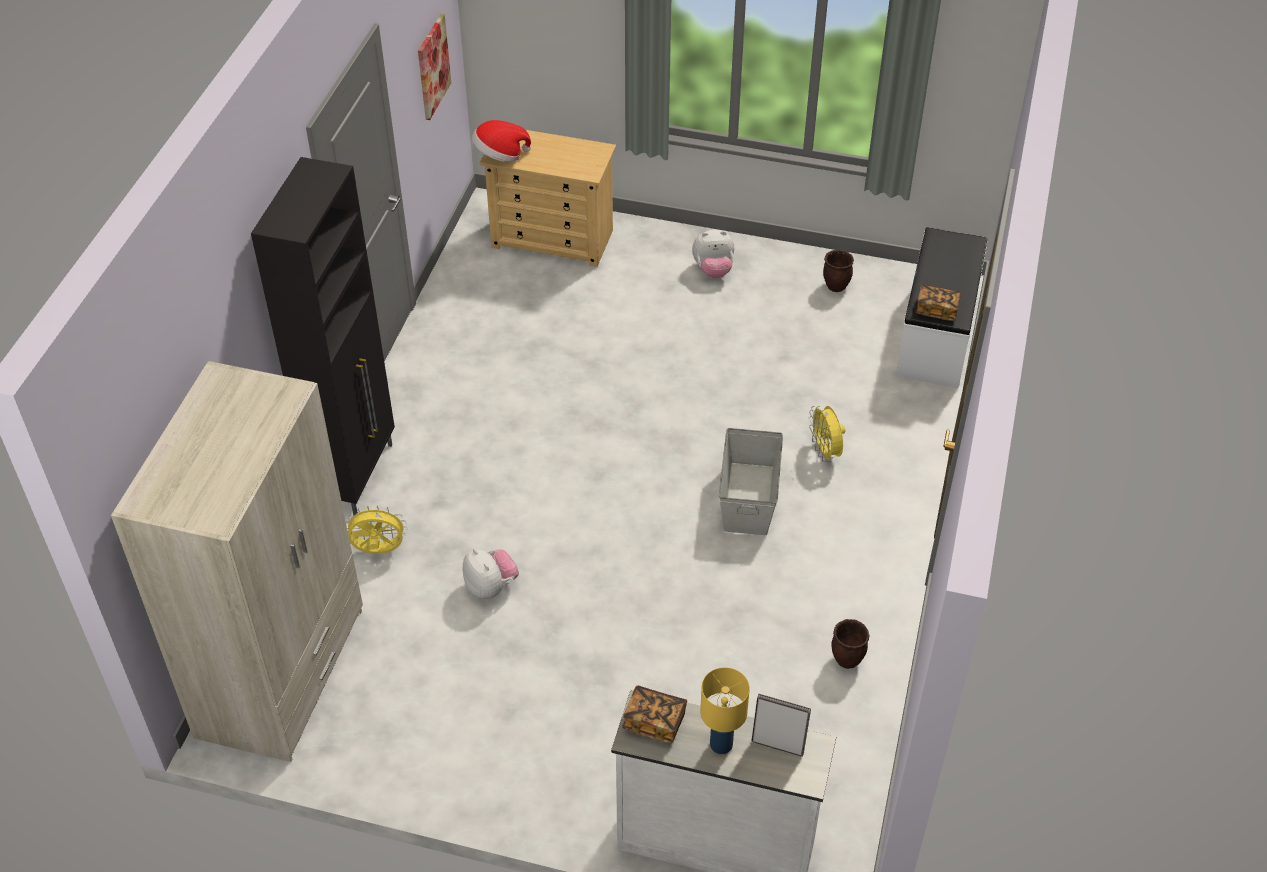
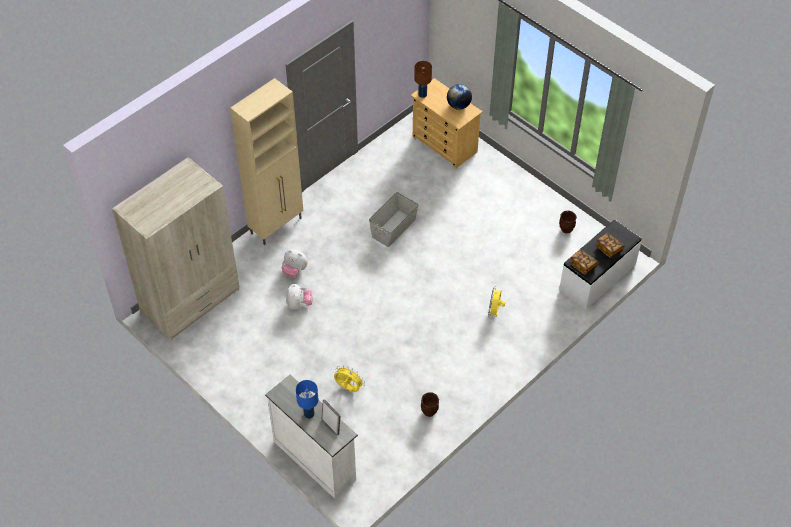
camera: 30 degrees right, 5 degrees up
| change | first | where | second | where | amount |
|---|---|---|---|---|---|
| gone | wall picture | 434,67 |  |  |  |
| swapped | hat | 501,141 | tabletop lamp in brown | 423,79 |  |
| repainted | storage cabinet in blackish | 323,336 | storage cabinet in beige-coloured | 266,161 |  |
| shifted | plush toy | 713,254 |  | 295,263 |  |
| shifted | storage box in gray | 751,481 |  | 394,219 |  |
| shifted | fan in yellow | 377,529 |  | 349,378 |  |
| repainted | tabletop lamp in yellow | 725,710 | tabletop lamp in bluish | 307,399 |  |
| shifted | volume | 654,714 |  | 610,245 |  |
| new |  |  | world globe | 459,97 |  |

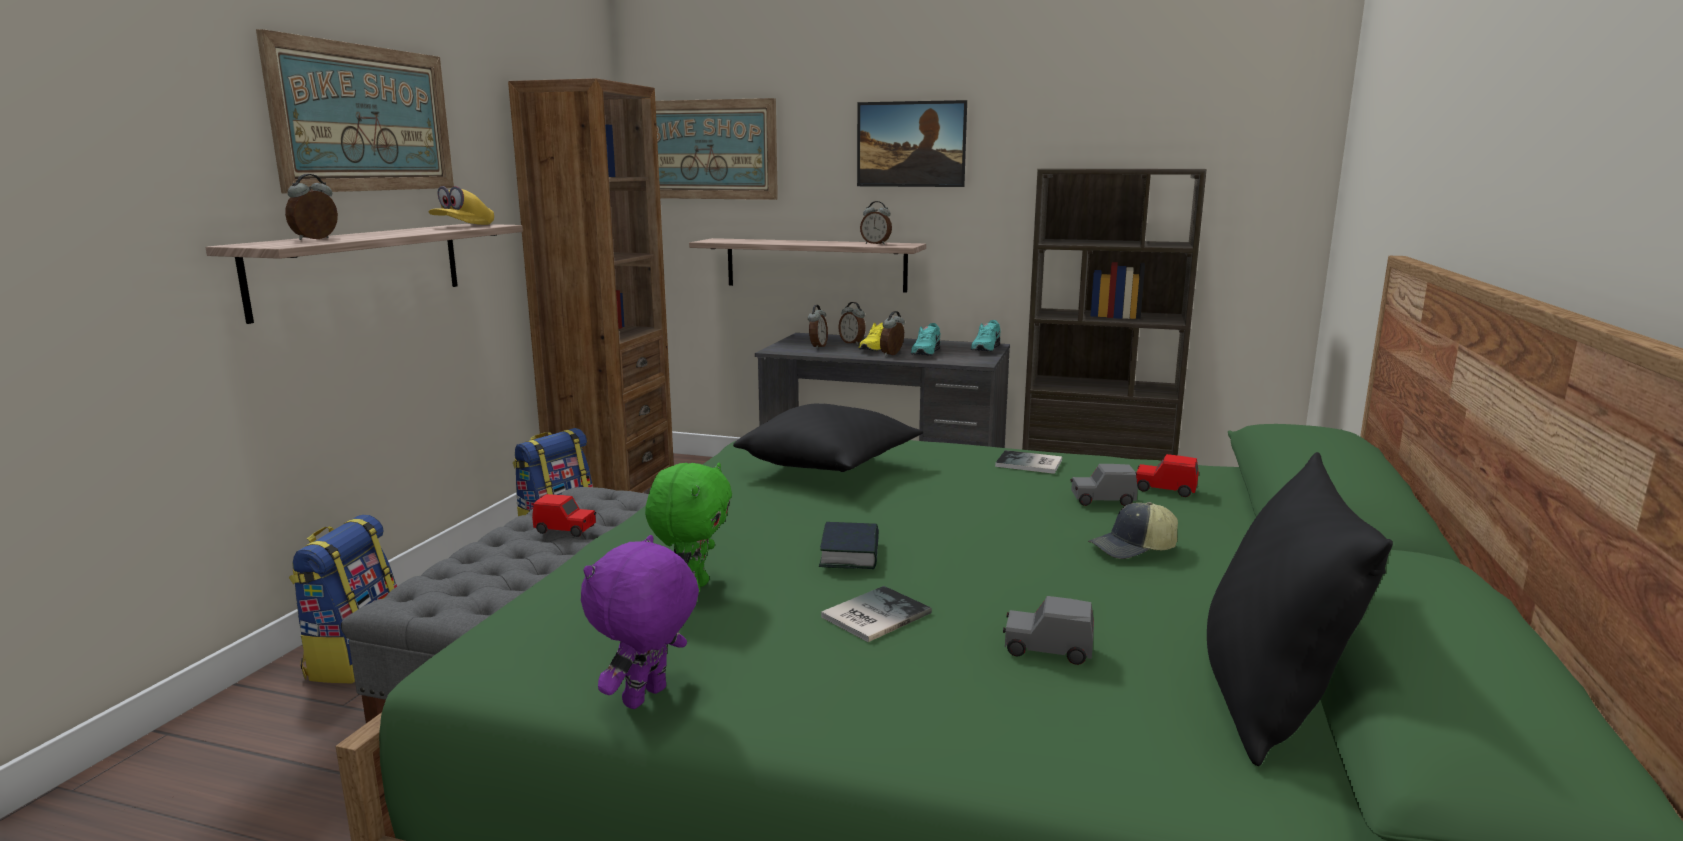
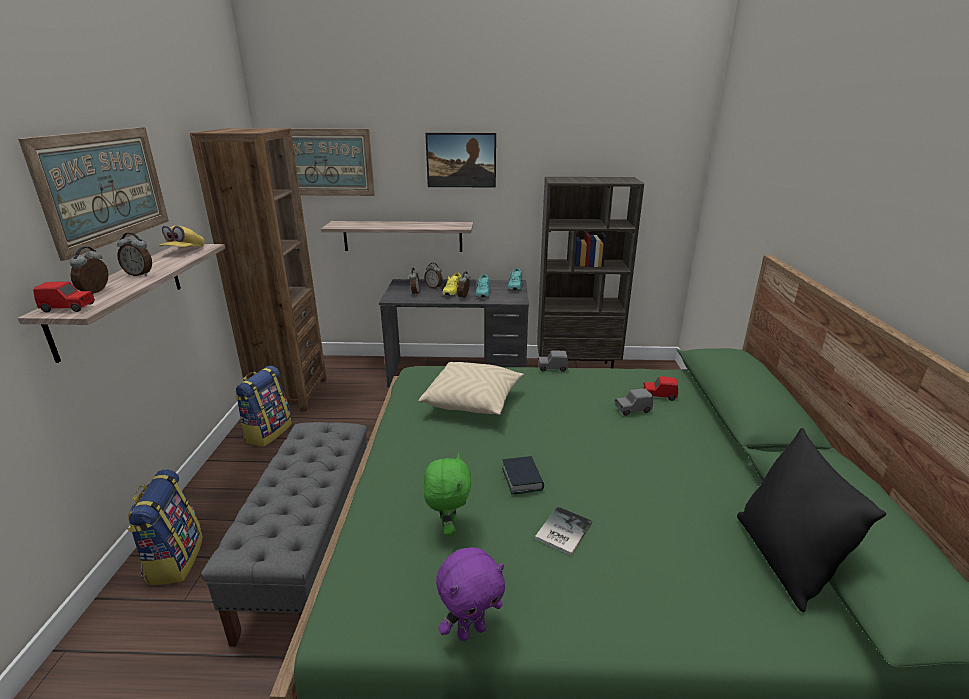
camera: 15 degrees left, 10 degrees up
| change | first | where | second | where | amount |
|---|---|---|---|---|---|
| shifted | table clock | 876,222 |  | 134,254 |  |
| repainted | pillow in blackish | 828,437 | pillow in beige-coloured | 471,388 |  |
| gone | volume | 1028,462 |  |  |  |
| shifted | model car in reddish | 564,515 |  | 64,296 |  |
| gone | peaked cap | 1133,530 |  |  |  |
| rotated | plush toy in purple-coloured | 640,622 |  | 470,594 | 135 degrees counterclockwise |
| shifted | model car in gray | 1048,630 |  | 553,361 |  |

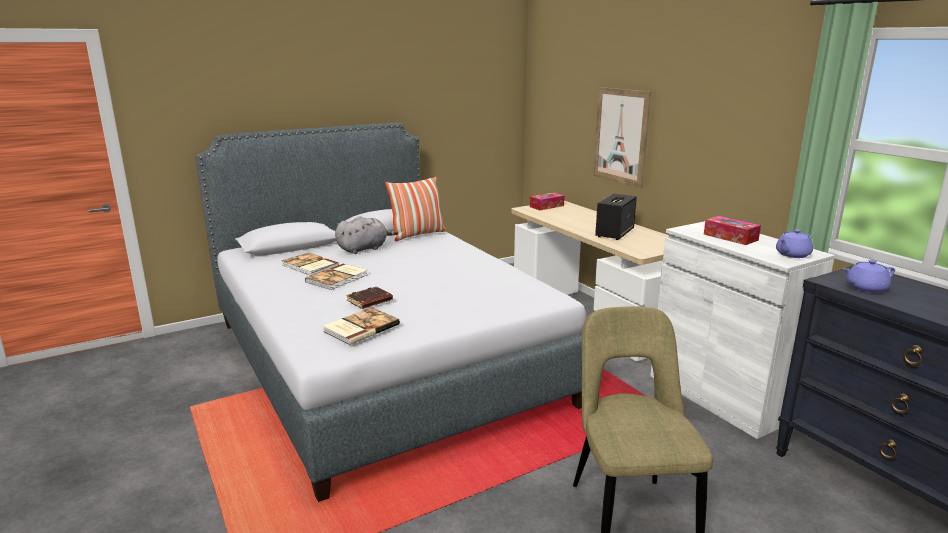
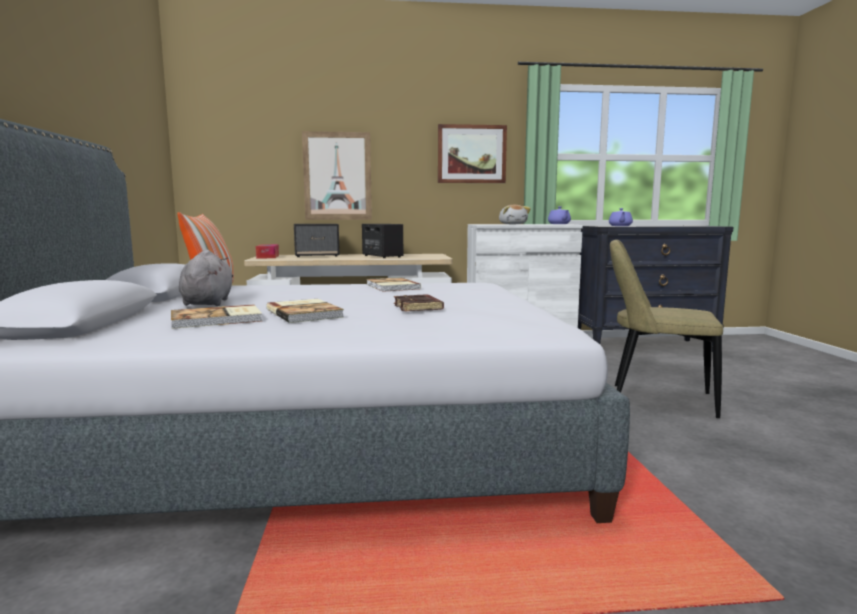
camera: 65 degrees left, 10 degrees down
| change | first | where | second | where | amount |
|---|---|---|---|---|---|
| swapped | tissue holder | 732,230 | plush toy | 515,214 |  |
| shifted | volume | 361,326 |  | 393,284 |  |
| new |  |  | wall picture | 472,153 |  |
| new |  |  | loudspeaker | 317,240 |  |

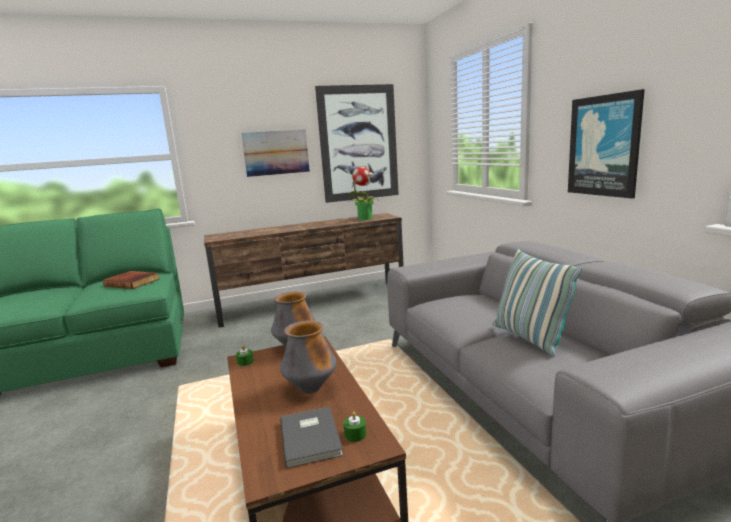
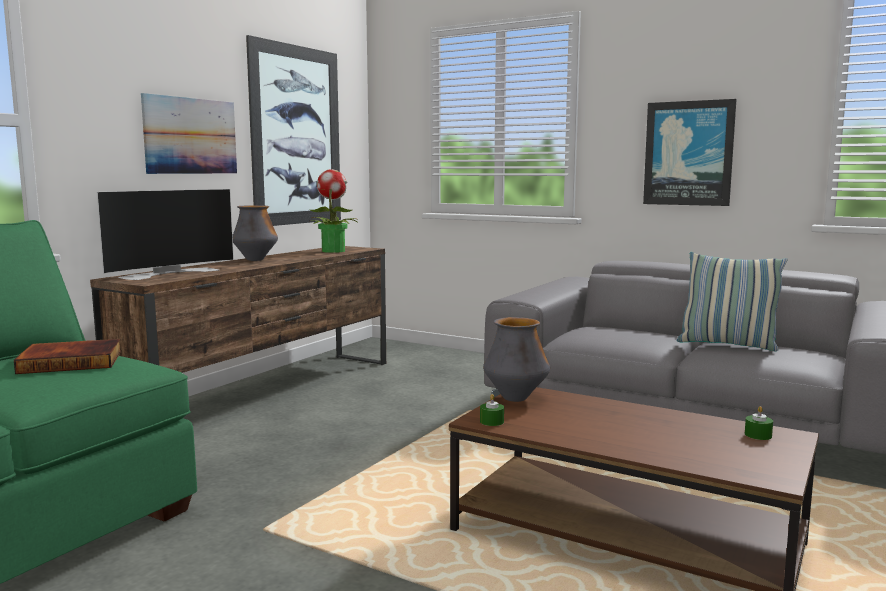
camera: 40 degrees left, 5 degrees down
| change | first | where | second | where | amount |
|---|---|---|---|---|---|
| shifted | decorative vase | 308,357 |  | 255,233 |  |
| gone | volume in gray | 311,437 |  |  |  |
| new |  |  | TV set | 165,234 |  |

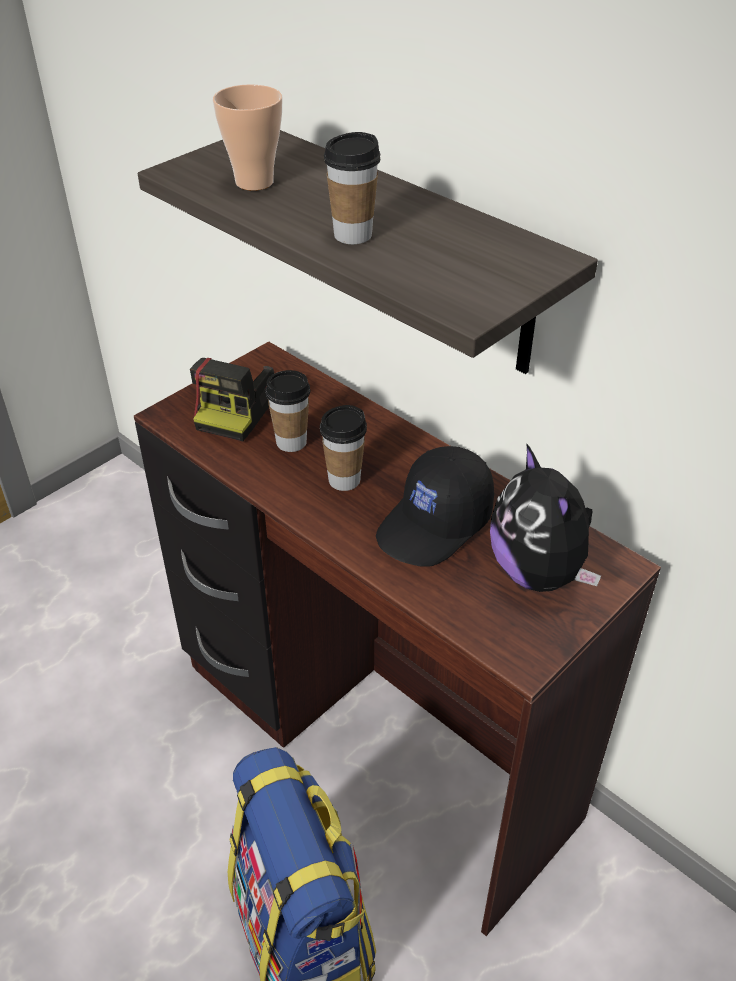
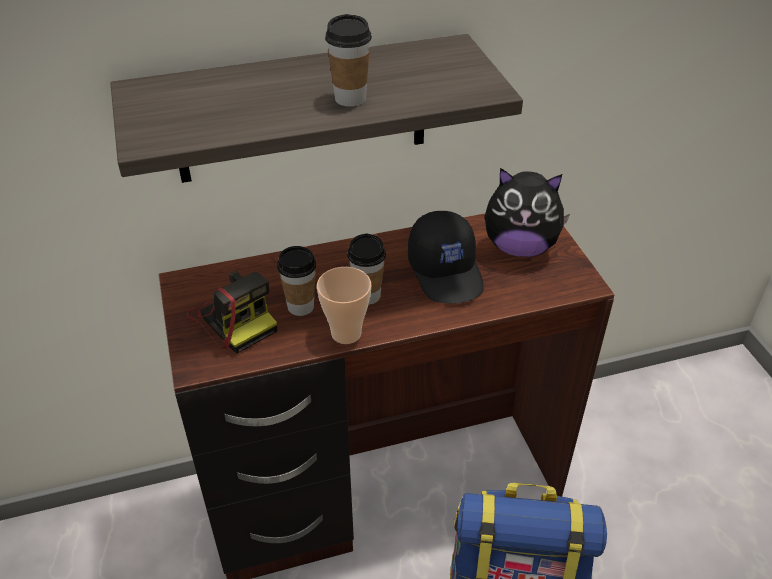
camera: 60 degrees left, 0 degrees up
| change | first | where | second | where | amount |
|---|---|---|---|---|---|
| shifted | small cup | 247,137 |  | 344,305 |  |

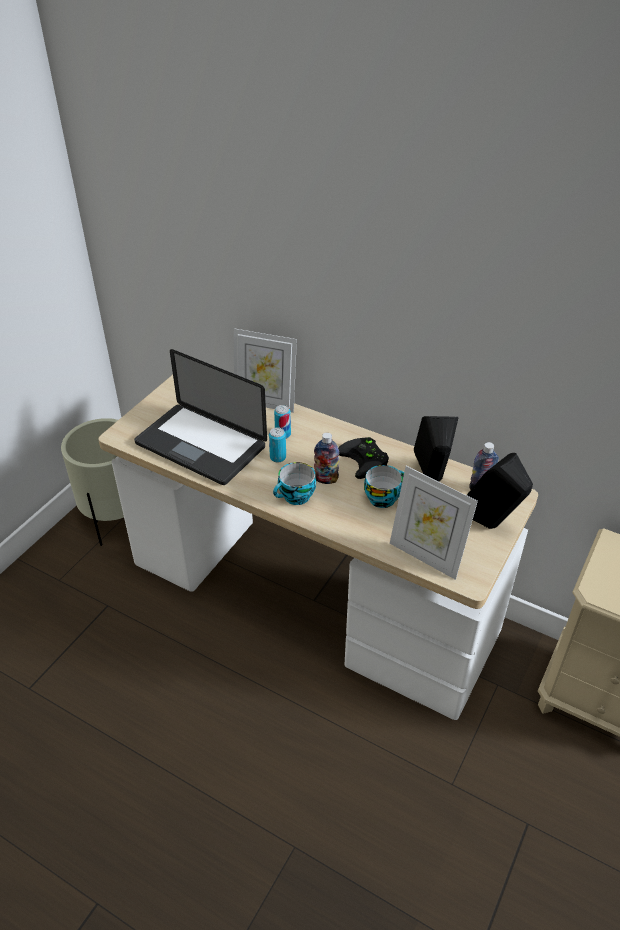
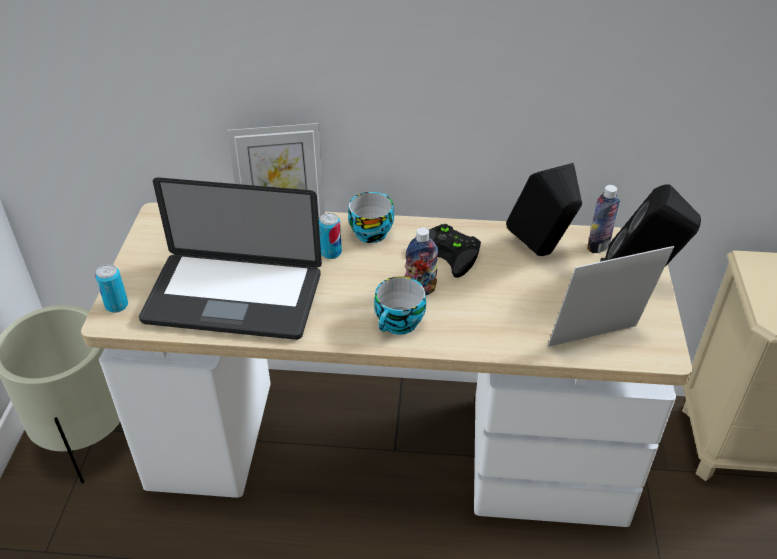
camera: 25 degrees left, 0 degrees up
| change | first | where | second | where | amount |
|---|---|---|---|---|---|
| shifted | can | 277,445 |  | 111,288 |  |
| shifted | small cup | 384,486 |  | 371,217 |  |
| rotated | standing frame | 434,523 |  | 611,296 | 150 degrees clockwise |

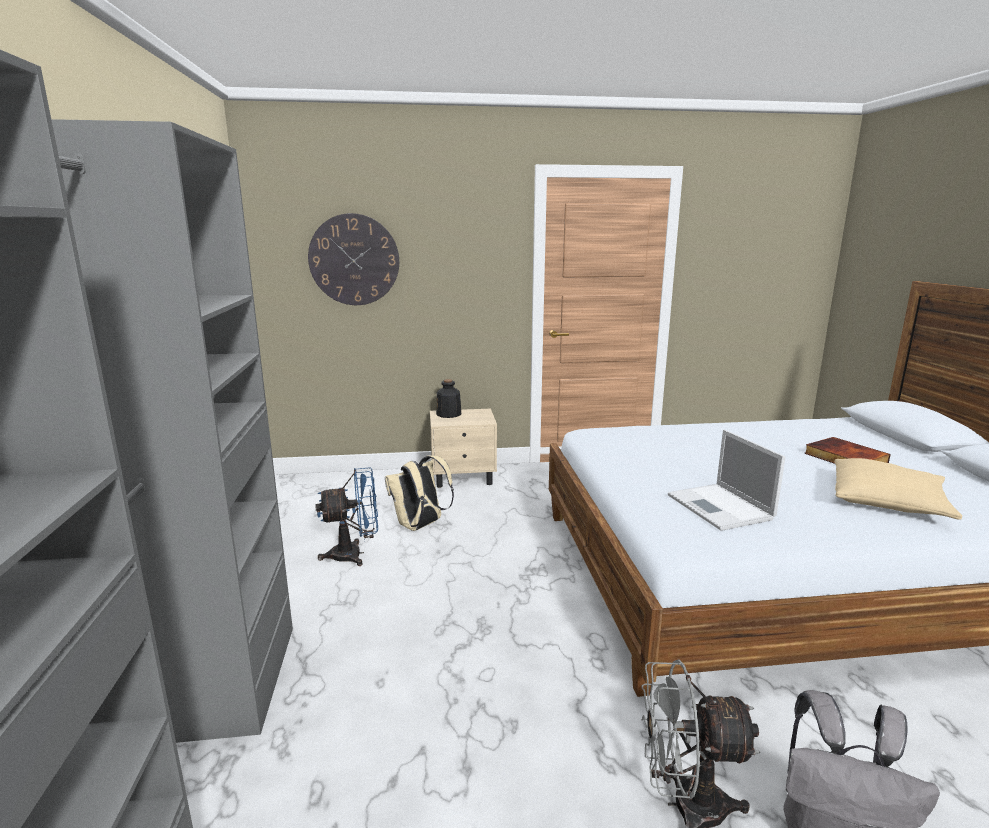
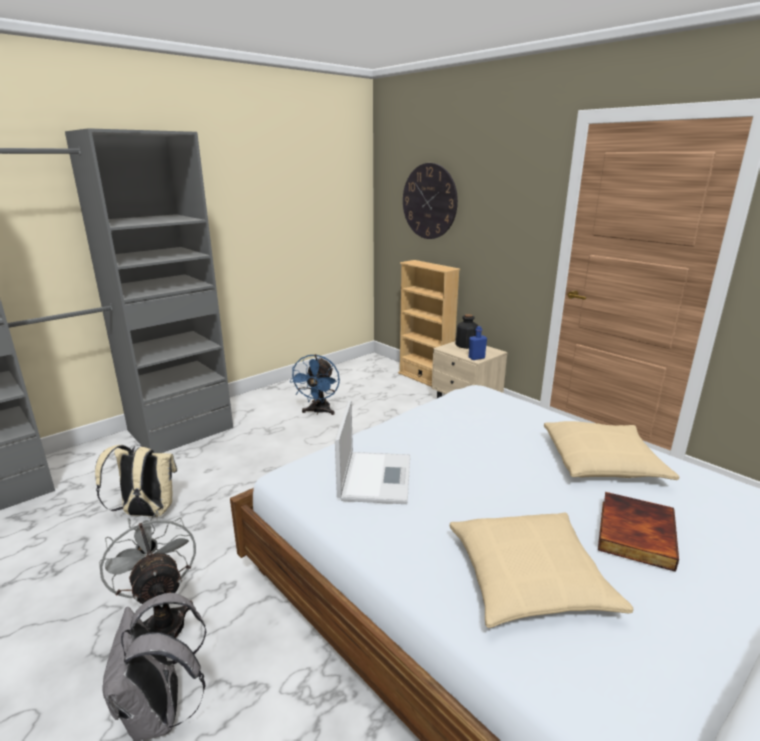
camera: 55 degrees right, 5 degrees up
| change | first | where | second | where | amount |
|---|---|---|---|---|---|
| rotated | laptop | 727,480 |  | 372,452 | 150 degrees clockwise |
| shifted | backpack in beige-coloured | 419,493 |  | 136,481 |  |
| rotated | fan in bluish | 346,516 |  | 314,384 | 60 degrees clockwise |
| new |  |  | bookcase in beige-coloured | 429,323 |  |
| new |  |  | bottle in bluish | 478,343 |  |
| new |  |  | pillow in beige-coloured | 612,450 |  |

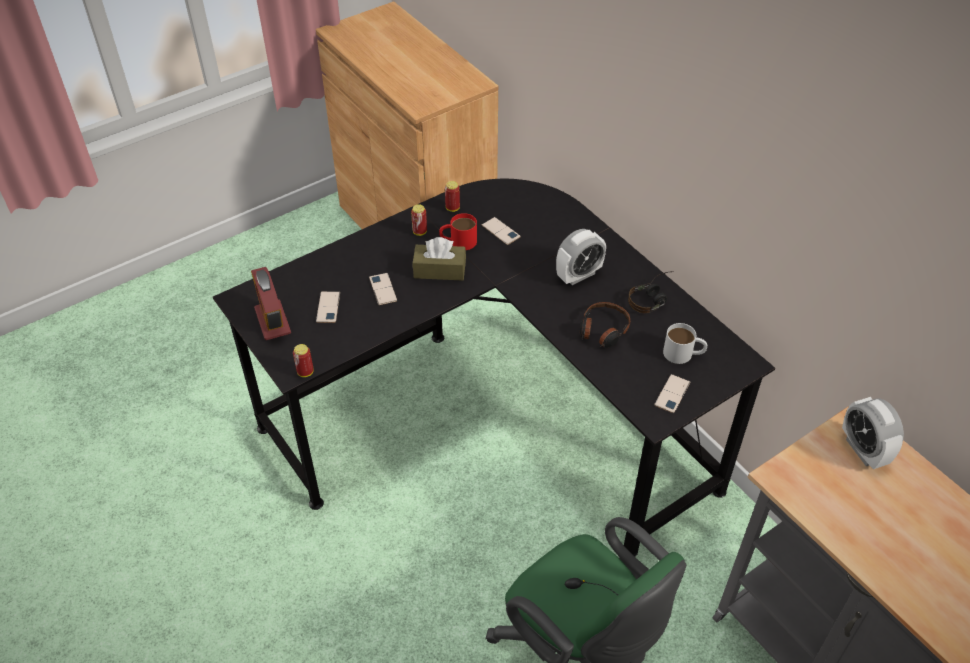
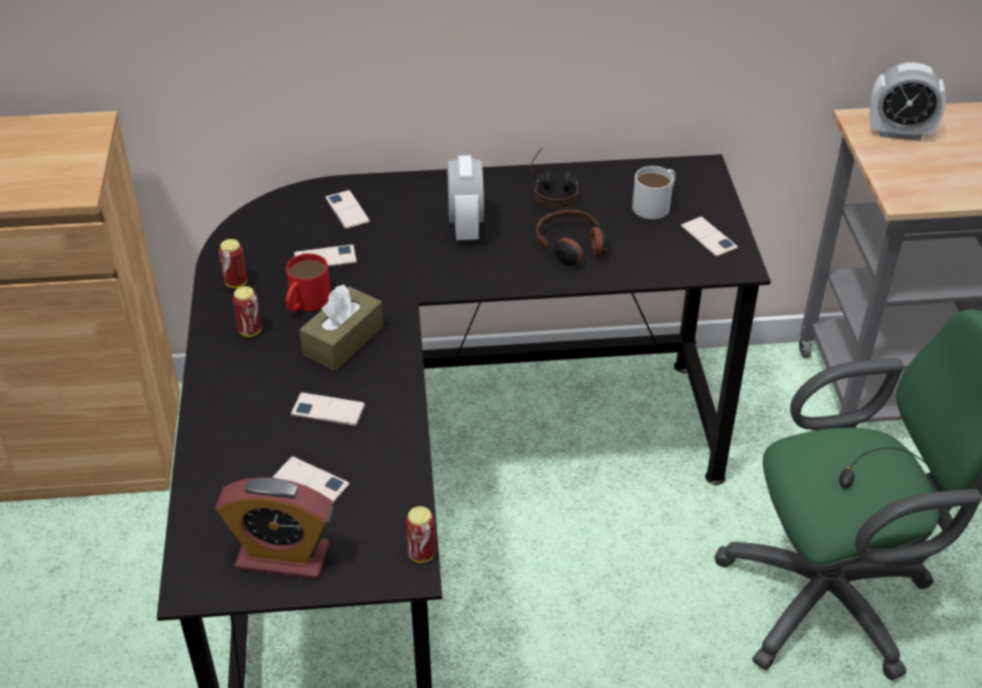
camera: 60 degrees left, 5 degrees down
| change | first | where | second | where | amount |
|---|---|---|---|---|---|
| new |  |  | phone | 347,209 |  |

